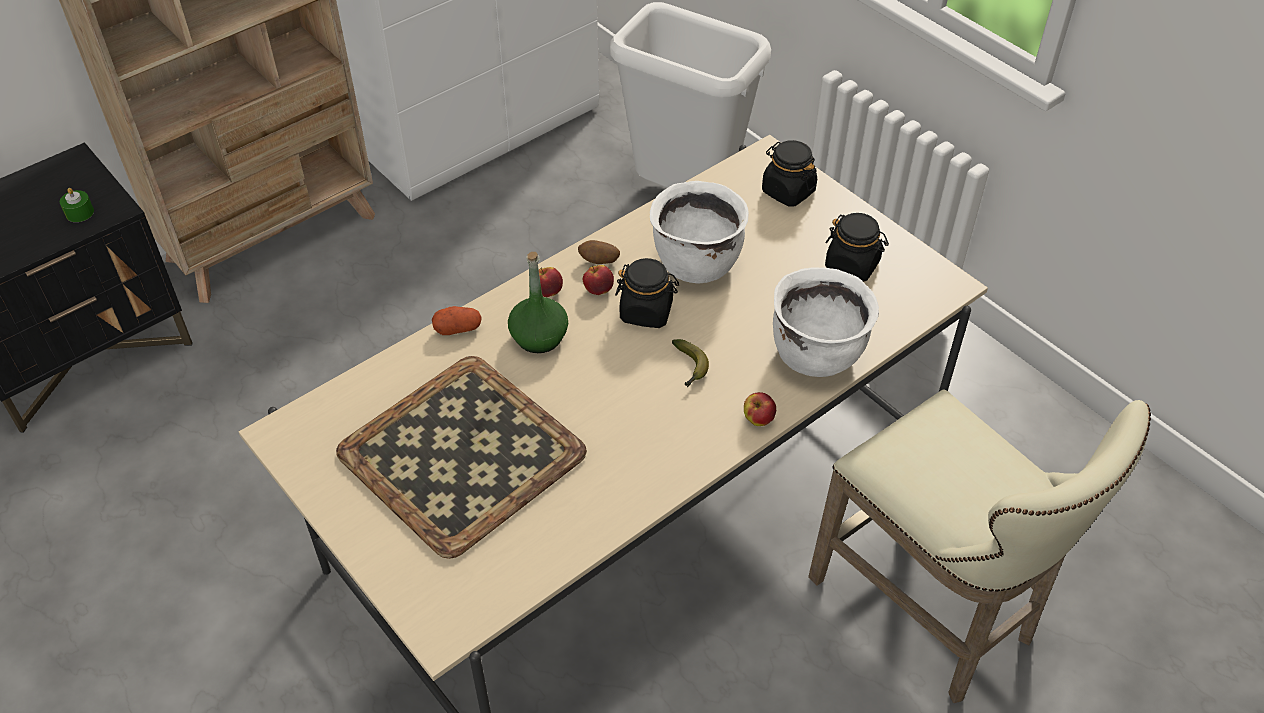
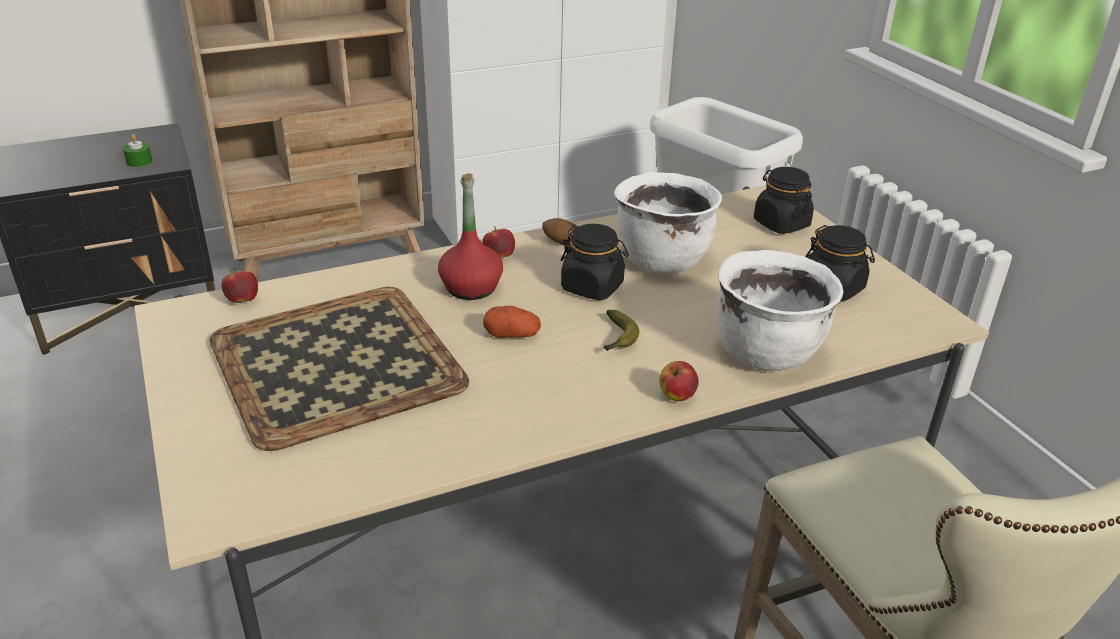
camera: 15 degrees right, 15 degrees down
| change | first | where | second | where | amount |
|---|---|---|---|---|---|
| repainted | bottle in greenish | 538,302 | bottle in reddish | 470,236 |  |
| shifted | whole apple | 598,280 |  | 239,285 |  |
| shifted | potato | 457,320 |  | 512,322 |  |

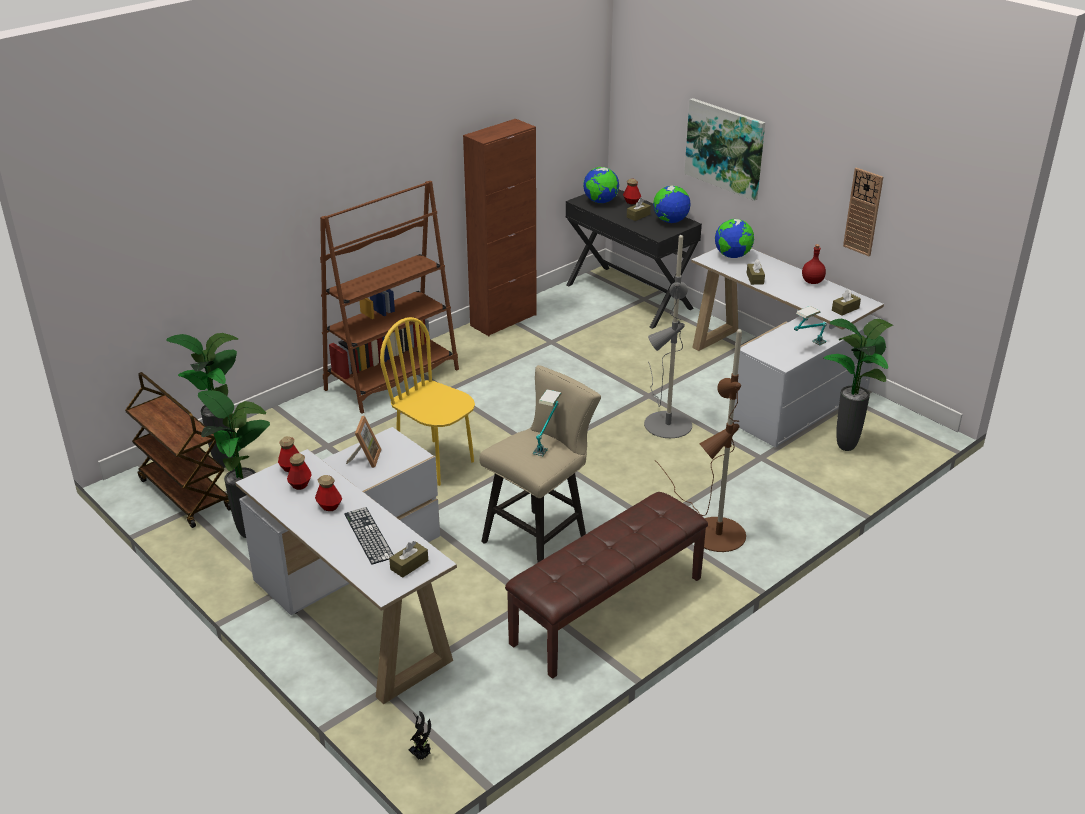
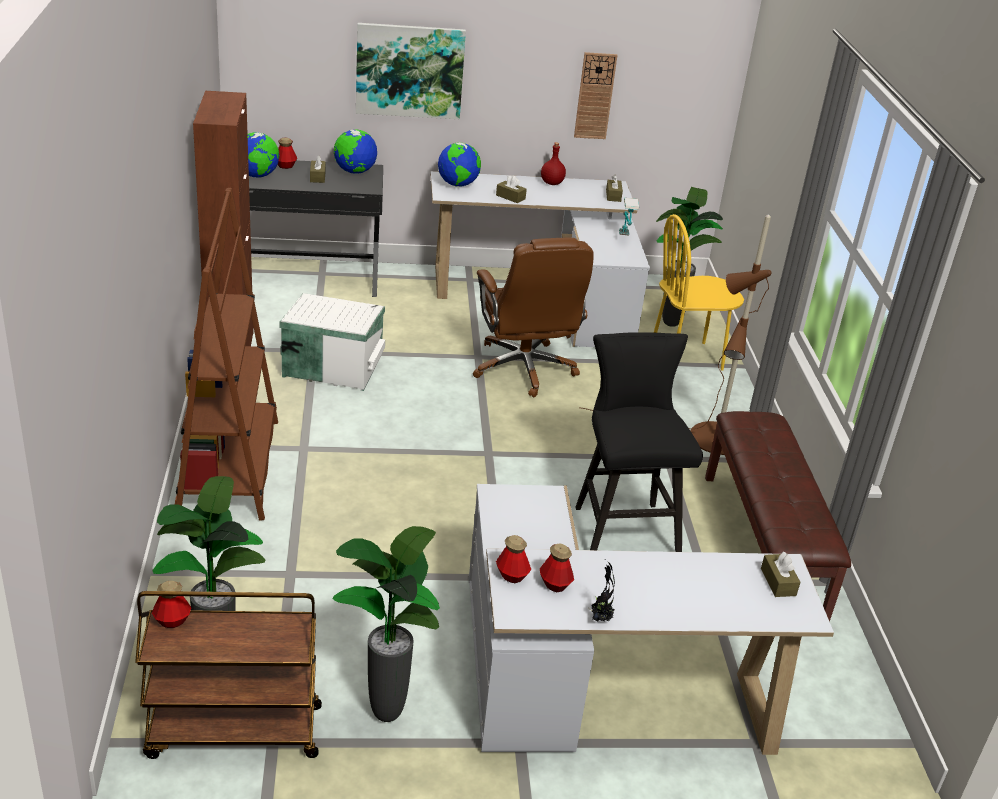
camera: 55 degrees left, 0 degrees up
| change | first | where | second | where | amount |
|---|---|---|---|---|---|
| swapped | floor lamp in gray | 668,336 | office chair in brown | 533,317 |  |
| shifted | upright chair in yellow | 427,401 |  | 699,292 |  |
| repainted | stool seat in beige-coloured | 540,464 | stool seat in blackish | 639,442 |  |
| gone | tabletop lamp | 547,422 |  |  |  |
| gone | standing frame | 364,442 |  |  |  |
| shifted | bottle | 328,493 |  | 171,604 |  |
| gone | PC keyboard | 369,536 |  |  |  |
| shifted | houseplant | 420,735 |  | 601,591 |  |
| new |  |  | storage box in white | 332,342 |  |

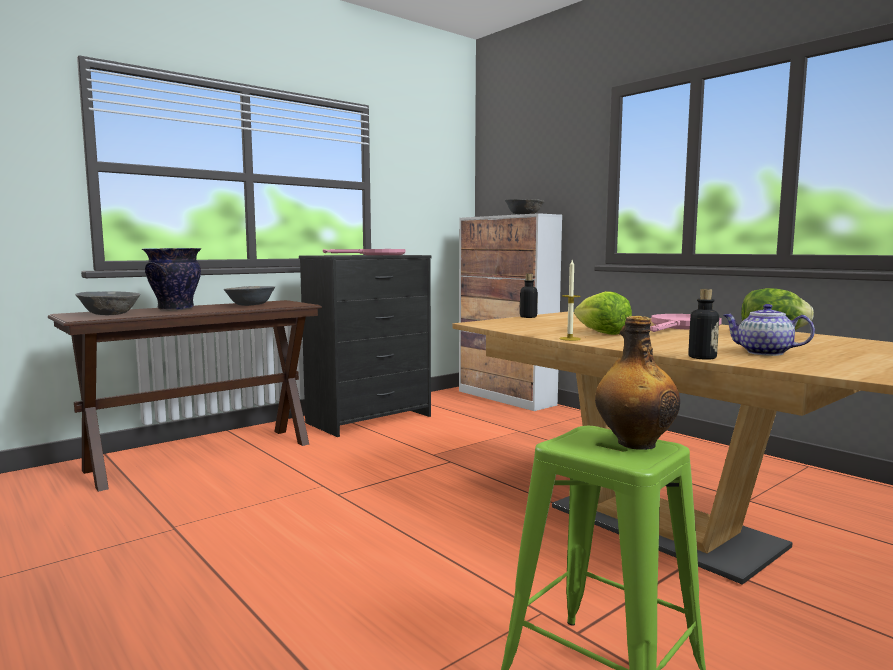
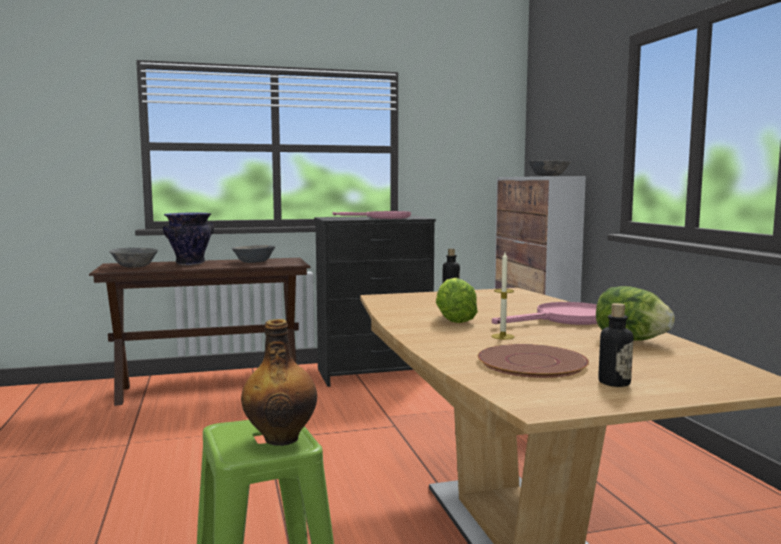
camera: 25 degrees right, 0 degrees up
| change | first | where | second | where | amount |
|---|---|---|---|---|---|
| shifted | candle | 570,300 |  | 503,296 |  |
| shifted | bottle | 703,324 |  | 615,345 |  |
| swapped | teapot | 769,330 | plate in brown | 533,361 |  |

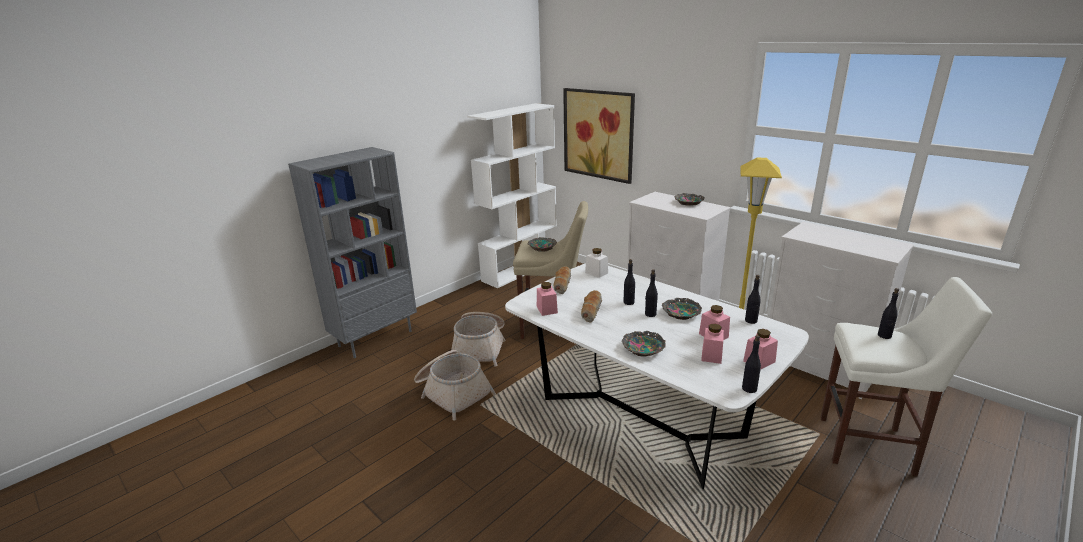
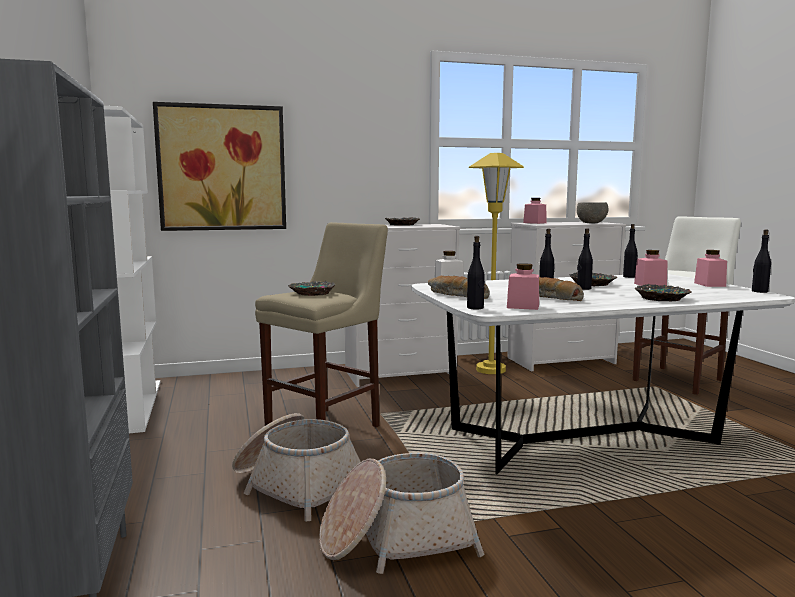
camera: 60 degrees left, 15 degrees down
| change | first | where | second | where | amount |
|---|---|---|---|---|---|
| shifted | bottle in blackish | 888,313 |  | 476,272 |  |
| shifted | storage jar in pink-coloured | 712,344 |  | 534,211 |  |
| new |  |  | bowl in gray | 592,212 |  |

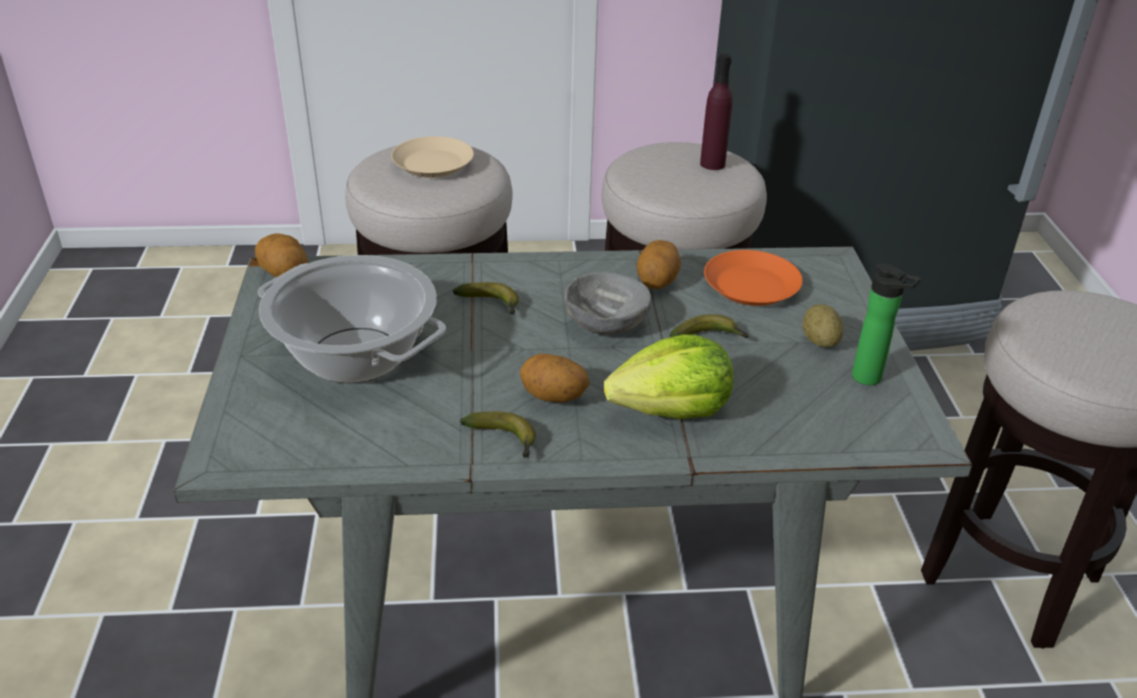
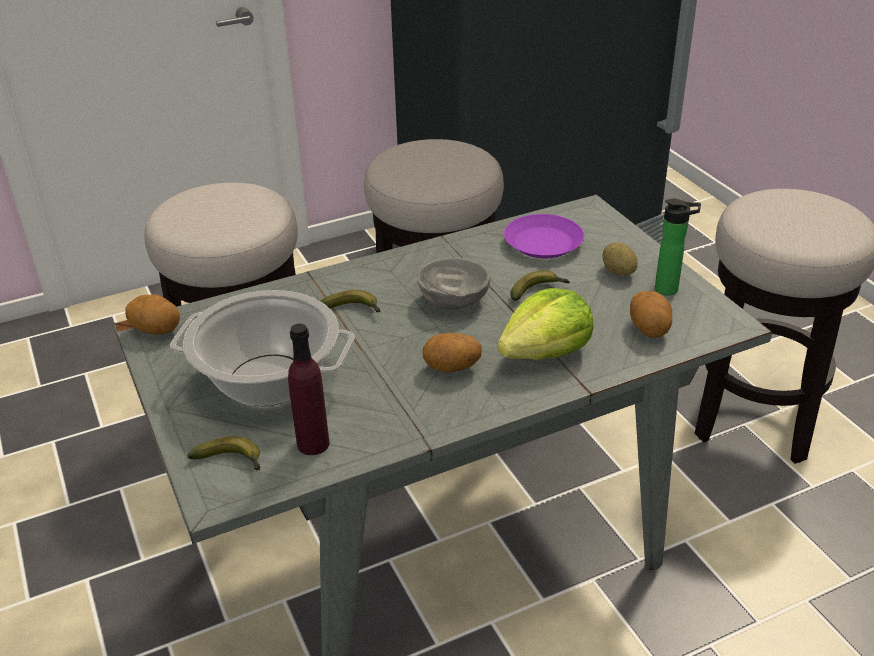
camera: 20 degrees left, 0 degrees up
| change | first | where | second | where | amount |
|---|---|---|---|---|---|
| shifted | bottle in purple-coloured | 716,112 |  | 309,389 |  |
| gone | plate in beige-coloured | 432,157 |  |  |  |
| shifted | potato | 659,264 |  | 651,314 |  |
| repainted | plate in orange-coloured | 753,278 | plate in purple-coloured | 544,236 |  |
| shifted | banana | 498,435 |  | 223,453 |  |

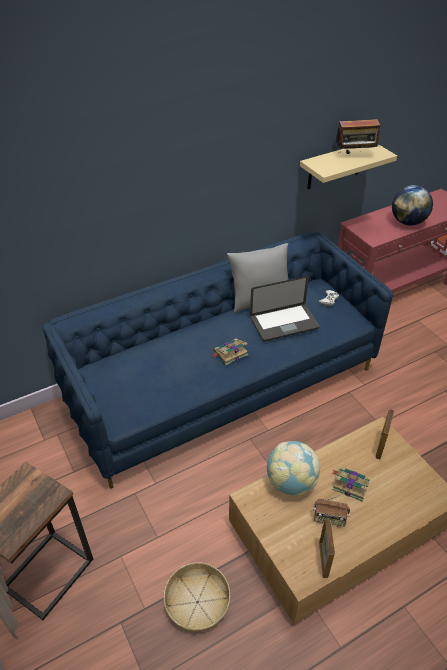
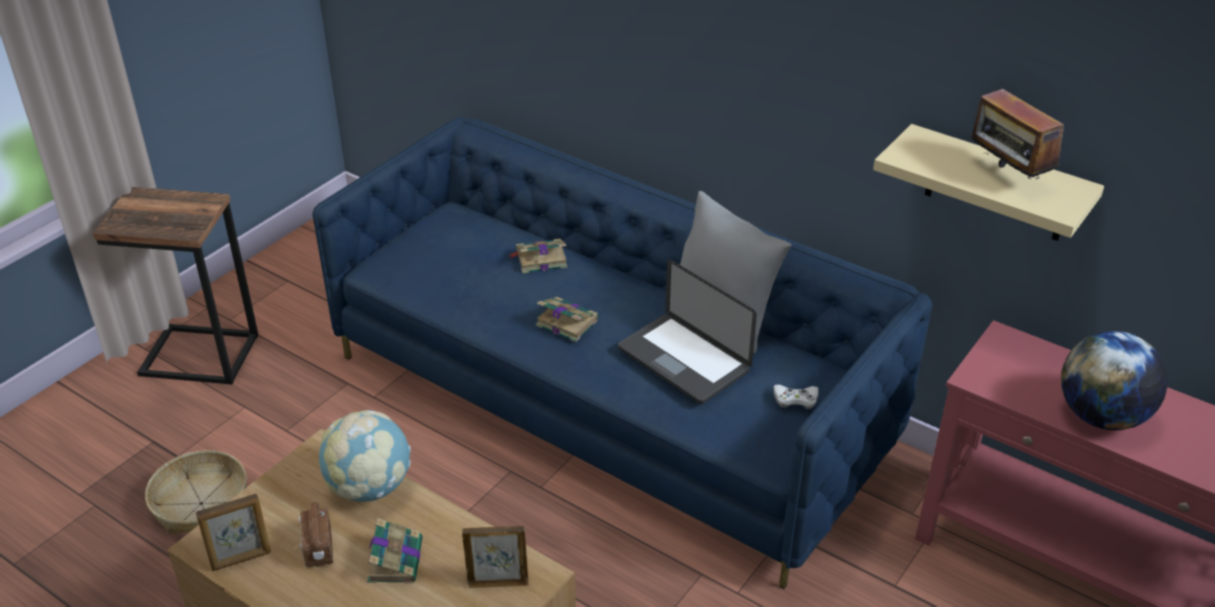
camera: 65 degrees right, 5 degrees down
| change | first | where | second | where | amount |
|---|---|---|---|---|---|
| new |  |  | volume | 537,256 |  |

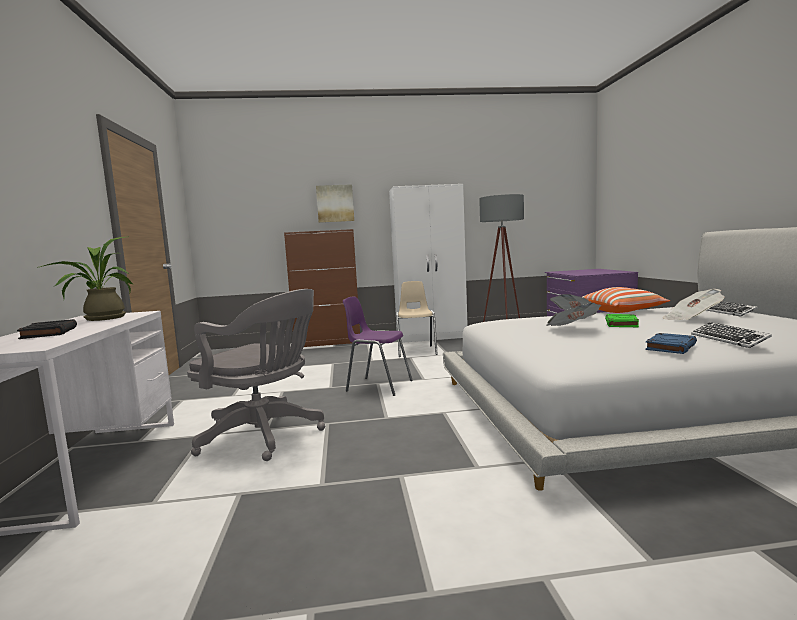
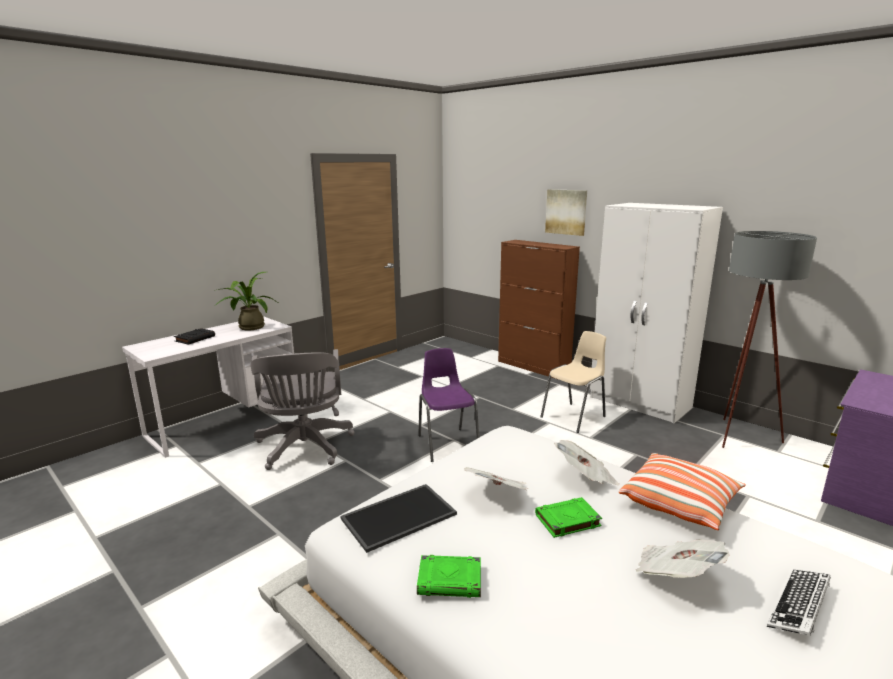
camera: 50 degrees right, 10 degrees up
| change | first | where | second | where | amount |
|---|---|---|---|---|---|
| gone | PC keyboard | 731,335 |  |  |  |
| repainted | volume in bluish | 671,343 | volume in greenish | 449,576 |  |
| new |  |  | serving tray | 398,518 |  |

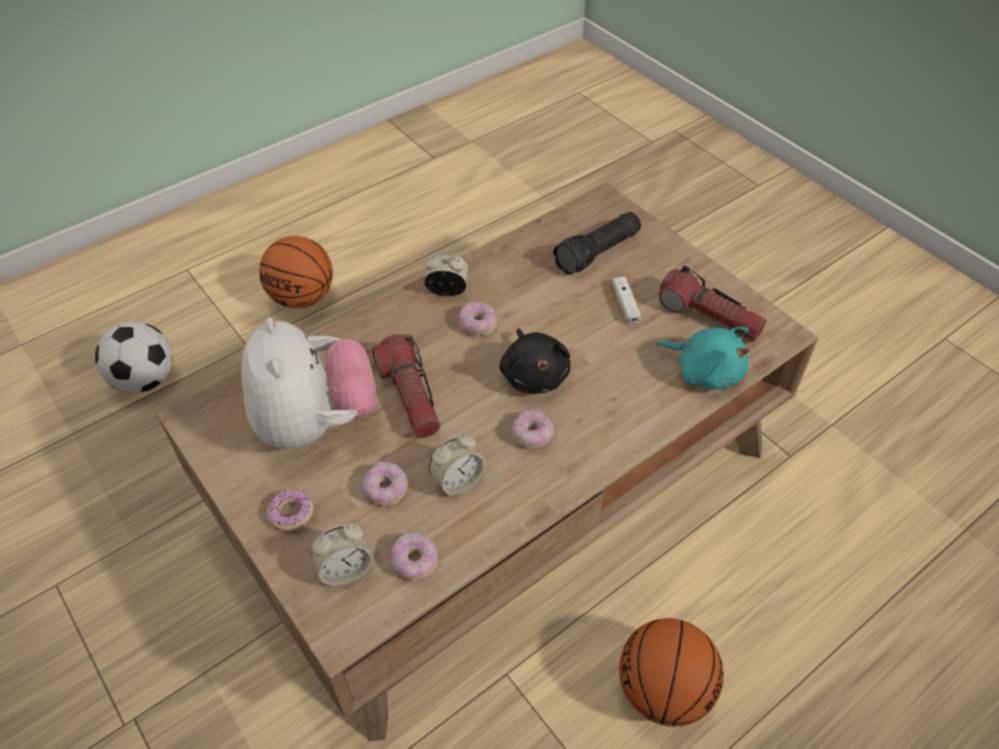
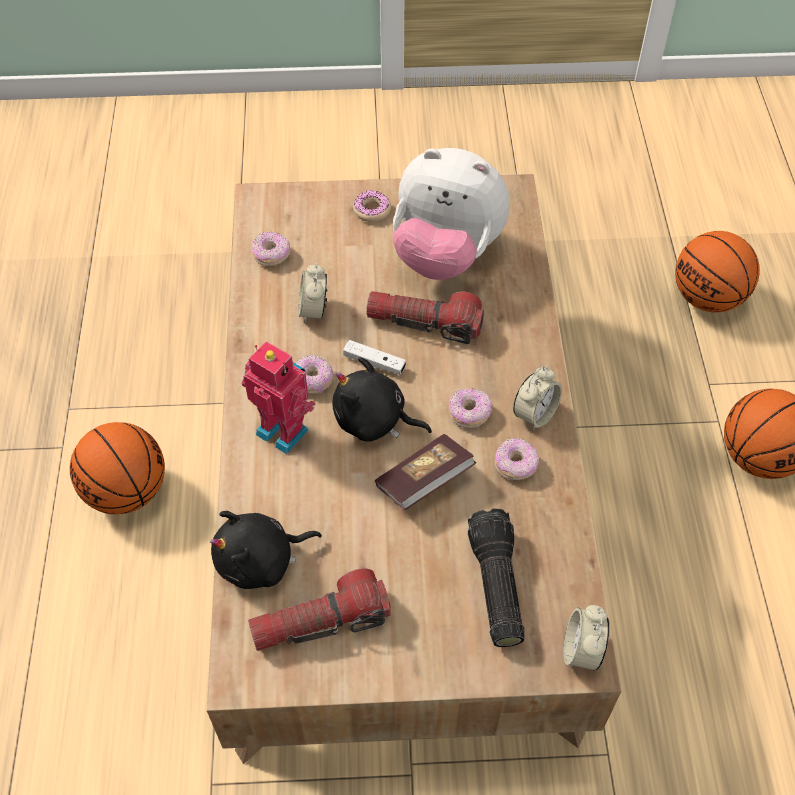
camera: 125 degrees right, 5 degrees up
| change | first | where | second | where | amount |
|---|---|---|---|---|---|
| shifted | game controller in white | 626,300 |  | 374,357 |  |
| swapped | football | 134,357 | basketball | 717,271 |  |
| repainted | plush toy in turquoise-coloured | 703,358 | plush toy in blackish | 266,550 |  |
| shifted | ring doughnut | 384,484 |  | 517,459 |  |
| shifted | table clock | 342,554 |  | 586,638 |  |
| new |  |  | robot figure | 279,397 |  |
| new |  |  | volume | 425,472 |  |

